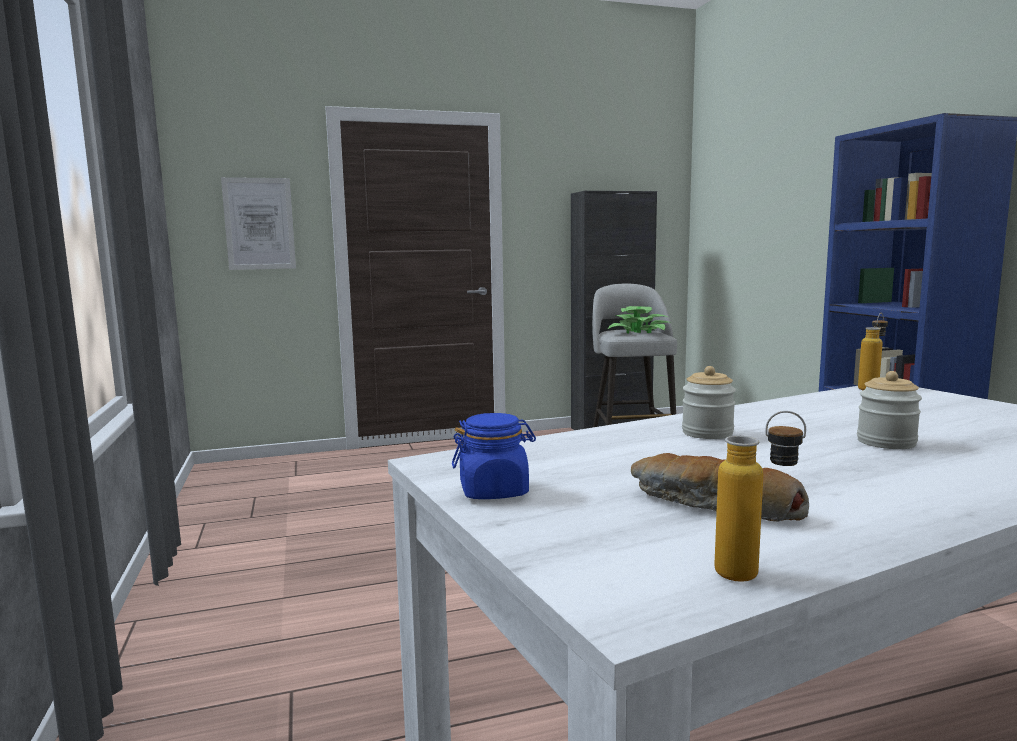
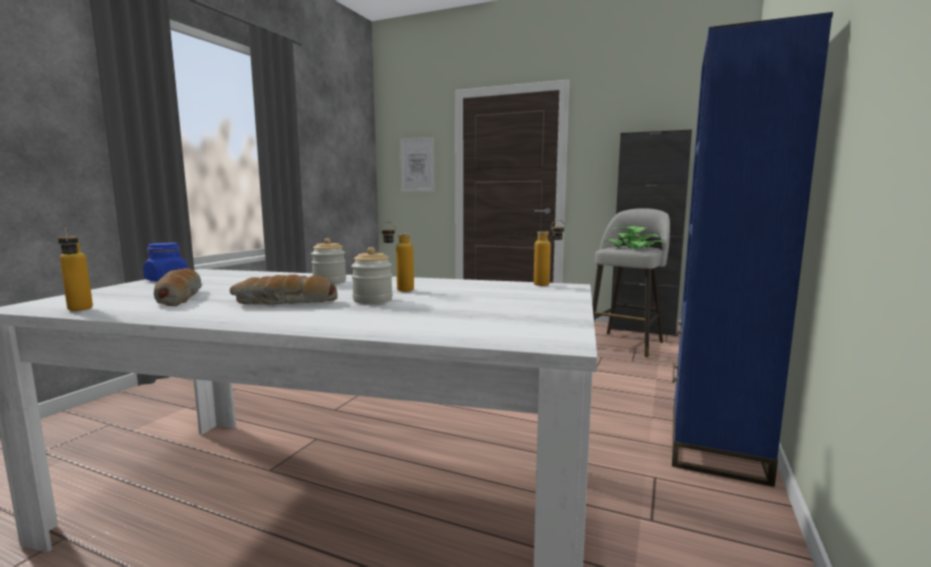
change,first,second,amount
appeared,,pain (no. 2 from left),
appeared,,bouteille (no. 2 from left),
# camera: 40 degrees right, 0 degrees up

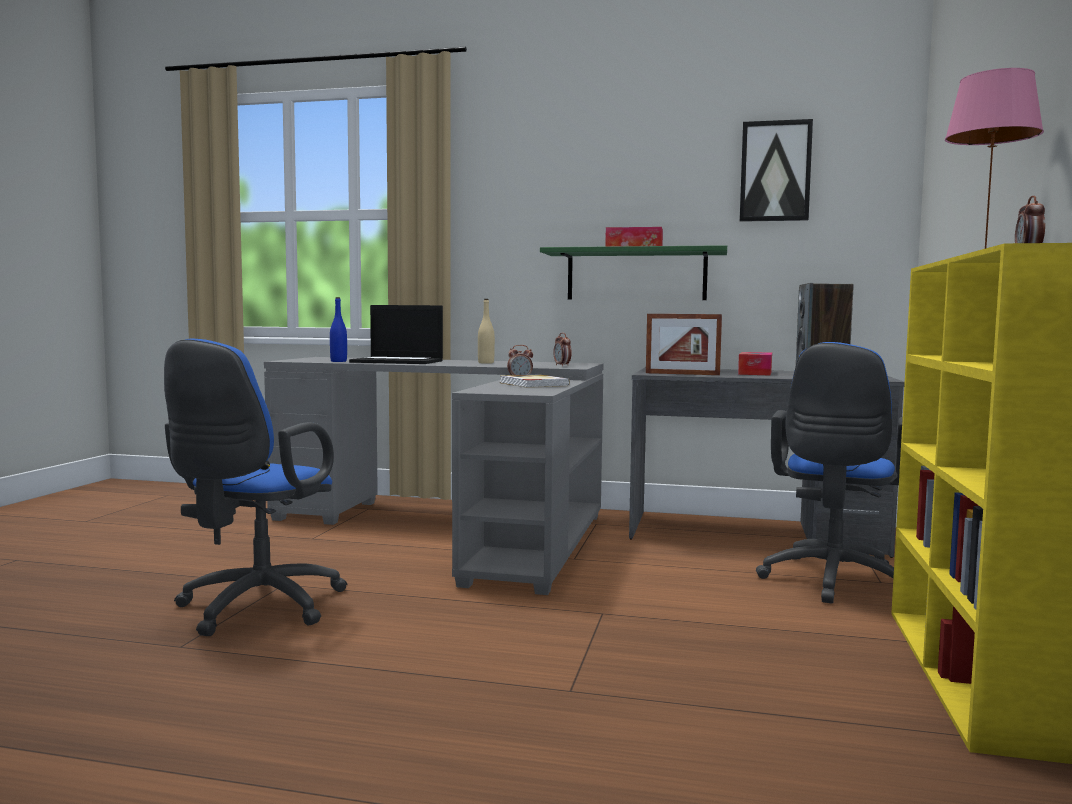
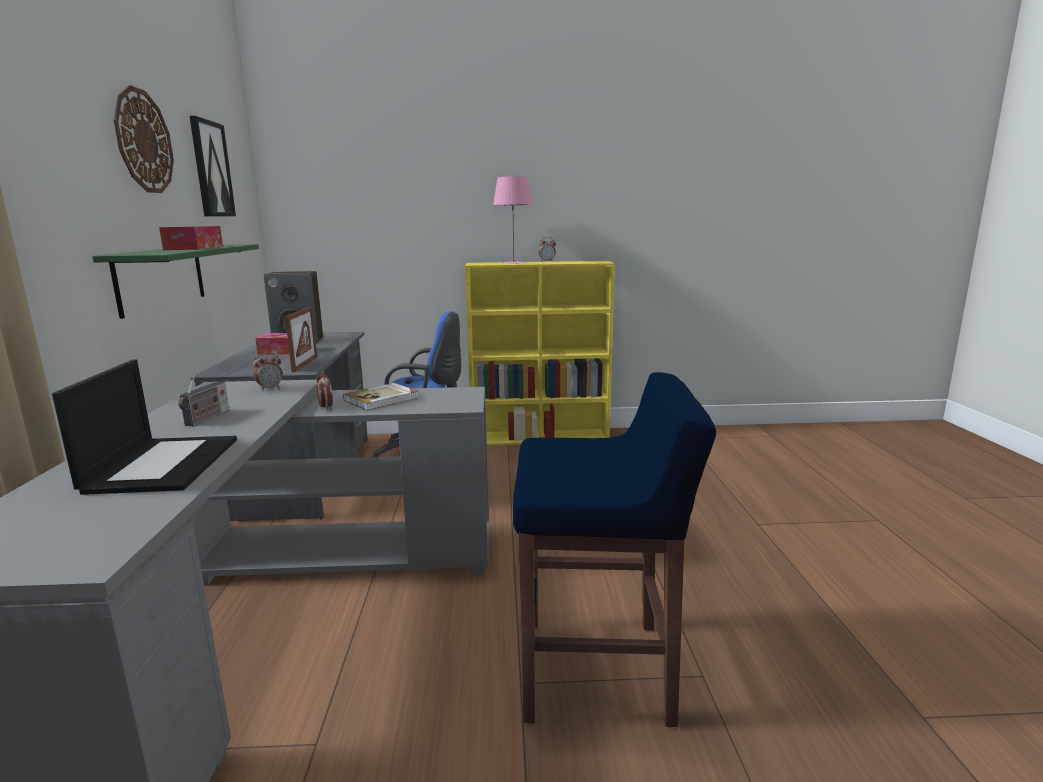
change,first,second,amount
appeared,,horloge murale,
exchanged,bouteille (beige),radio,
exchanged,chaise de bureau (bleu) (no. 1 from left),tabouret (bleu),
missing,bouteille (bleu),,
# camera: 105 degrees left, 10 degrees up

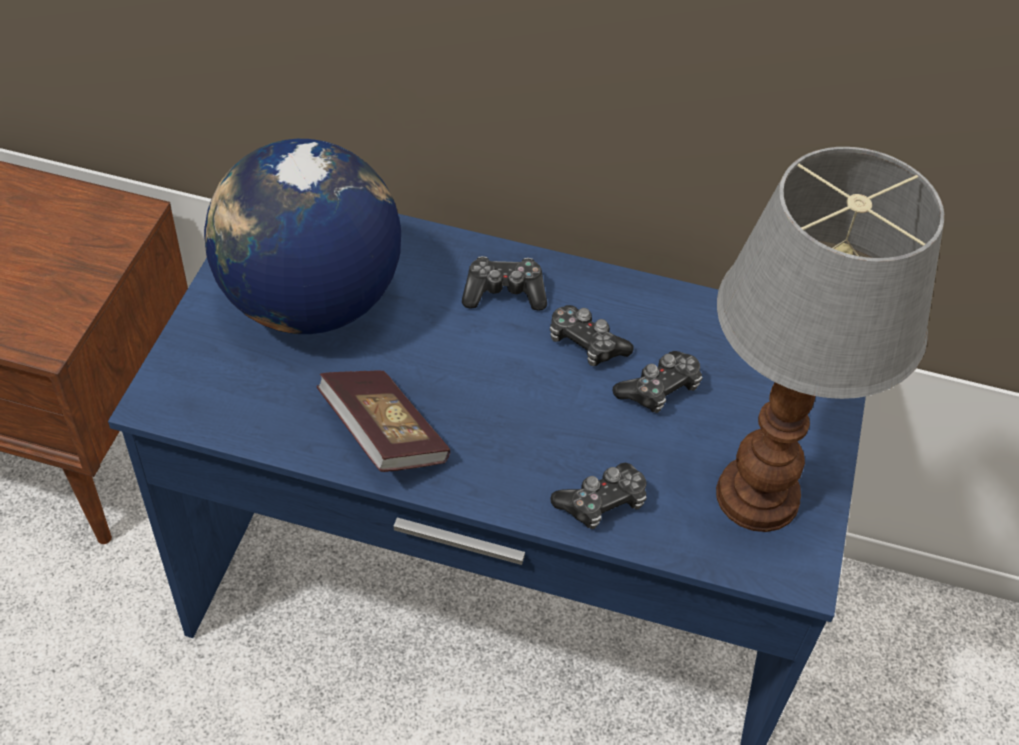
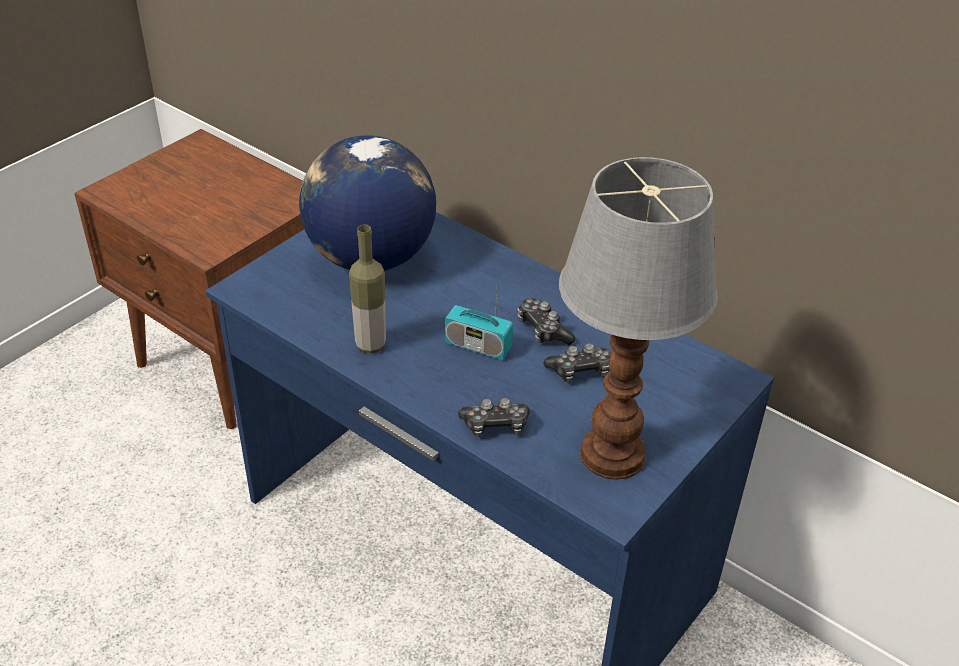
change,first,second,amount
exchanged,livre,bouteille,
appeared,,radio,
missing,manette (no. 1 from left),,
# camera: 25 degrees right, 10 degrees down

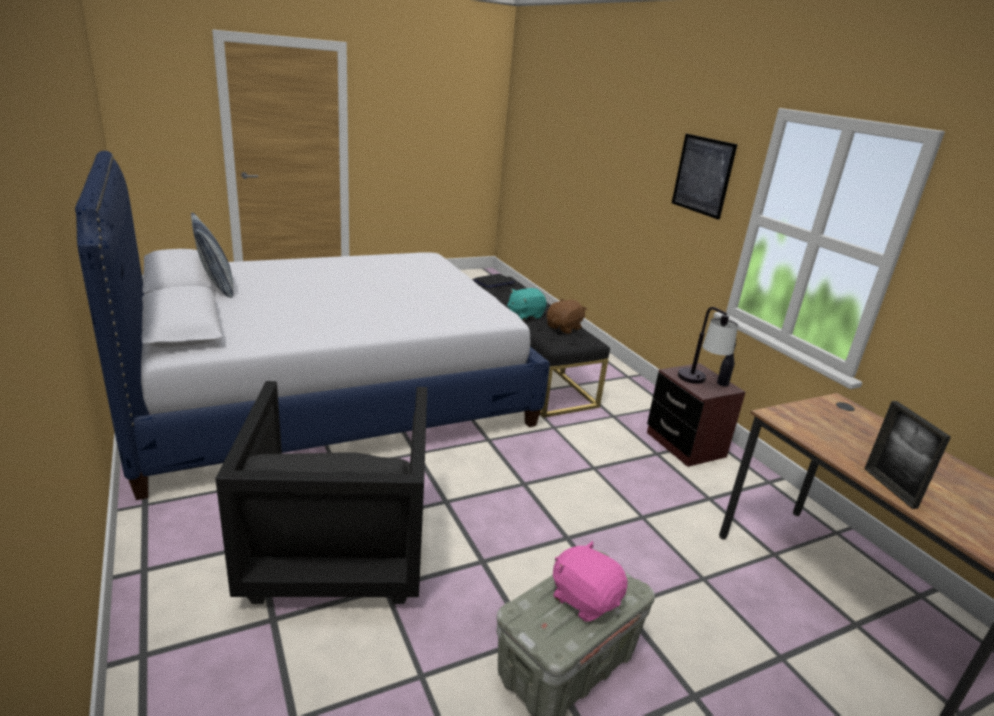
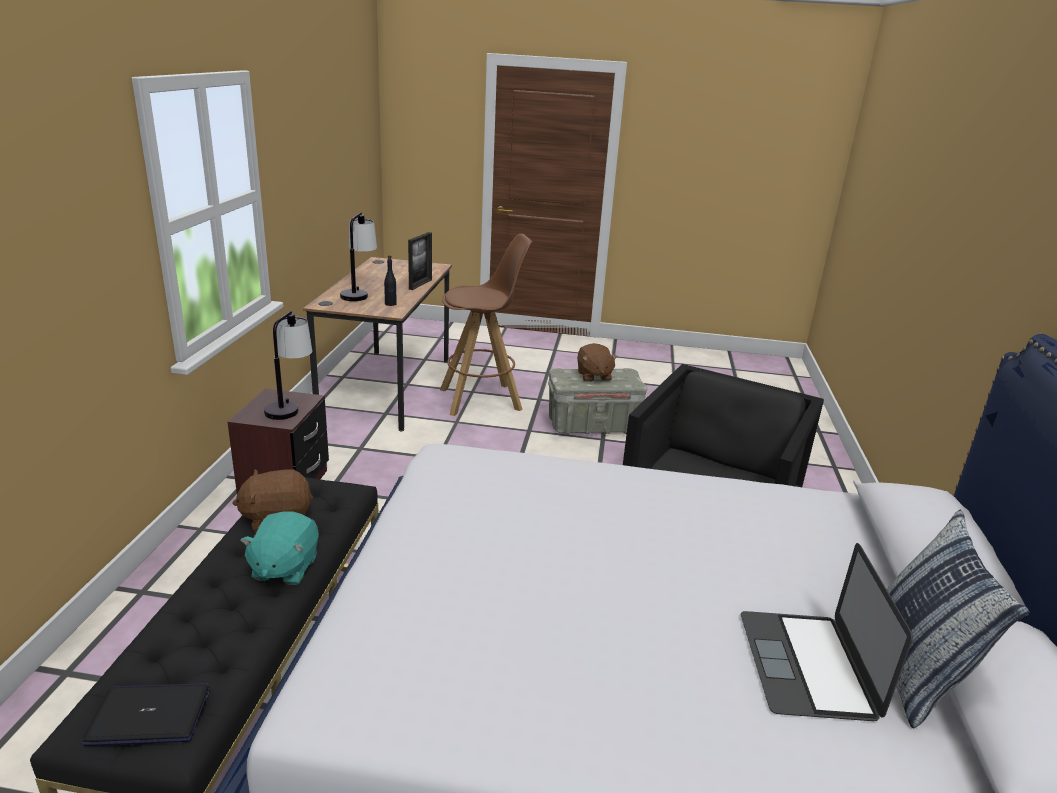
change,first,second,amount
spun,peluche (turquoise),,90 degrees clockwise
appeared,,lampe de table (no. 2 from left),
relocated,bouteille (noir),,
appeared,,tabouret (marron),
colour,peluche (rose),peluche (marron) (no. 2 from left),
appeared,,ordinateur portable (no. 2 from left),
missing,tableau,,
# camera: 145 degrees left, 0 degrees up

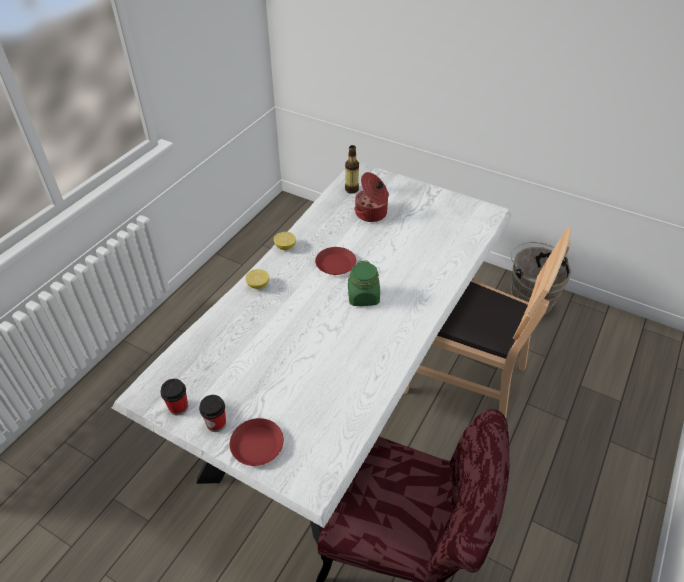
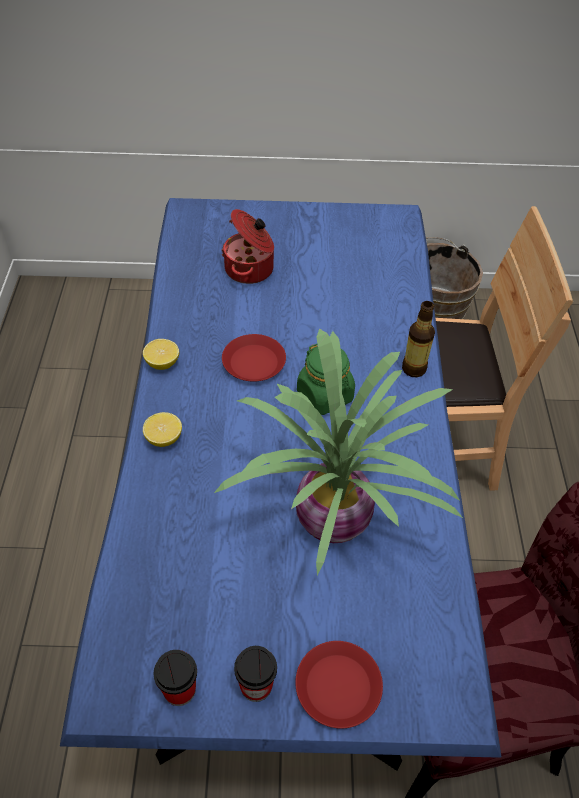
change,first,second,amount
colour,table à manger (blanc),table à manger (bleu),
appeared,,plante en pot,
relocated,bouteille,,
# camera: 30 degrees left, 5 degrees up

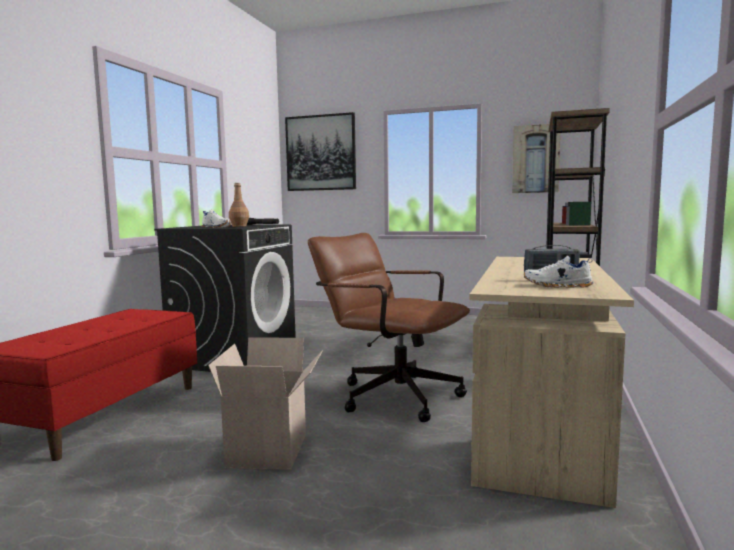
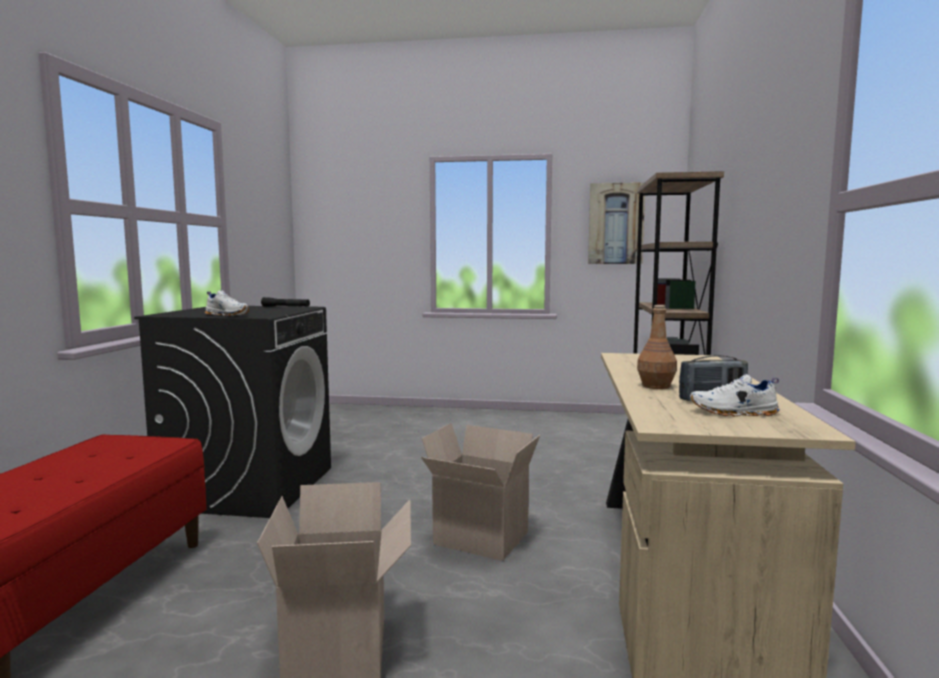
change,first,second,amount
exchanged,chaise de bureau (marron),carton (no. 2 from left),
relocated,bouteille (marron),,
missing,tableau (no. 1 from left),,
# camera: 10 degrees left, 0 degrees up

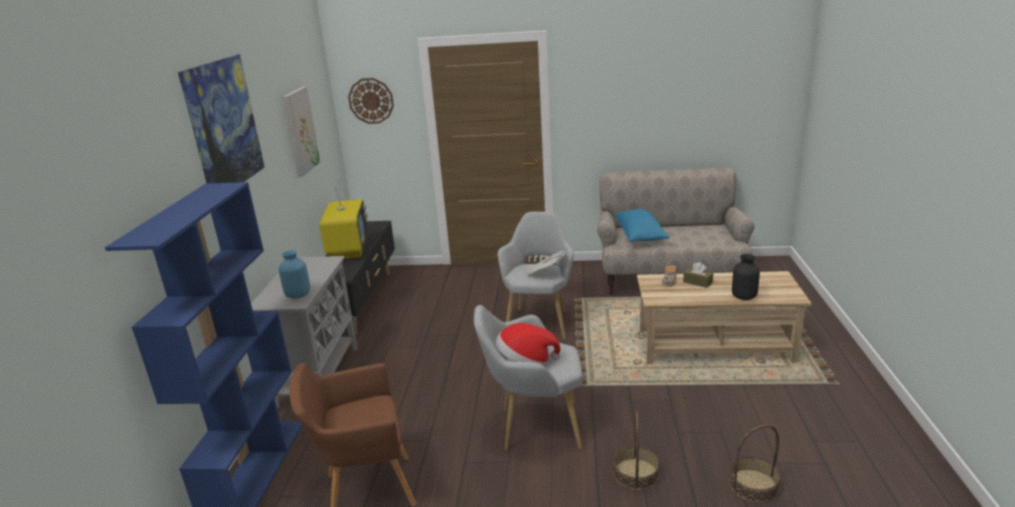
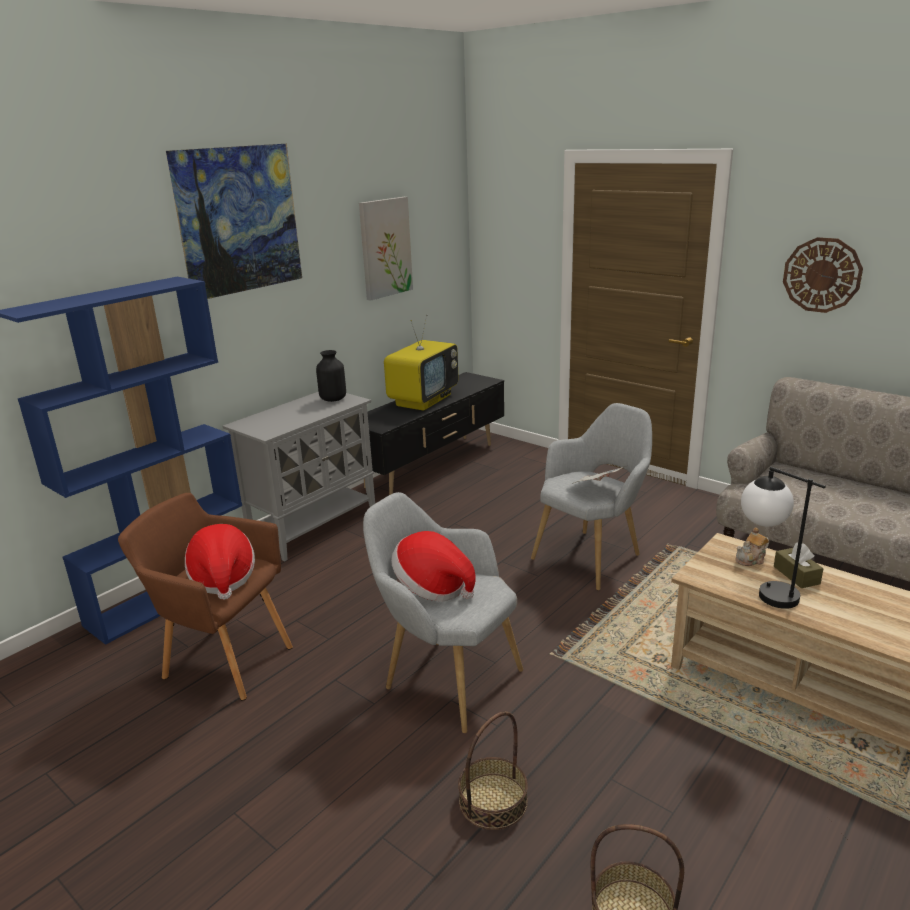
change,first,second,amount
appeared,,chapeau (no. 1 from left),
relocated,vase (noir),,
appeared,,lampe de table,
relocated,horloge murale,,
missing,vase (bleu),,
missing,coussin (bleu),,
# camera: 35 degrees right, 0 degrees up

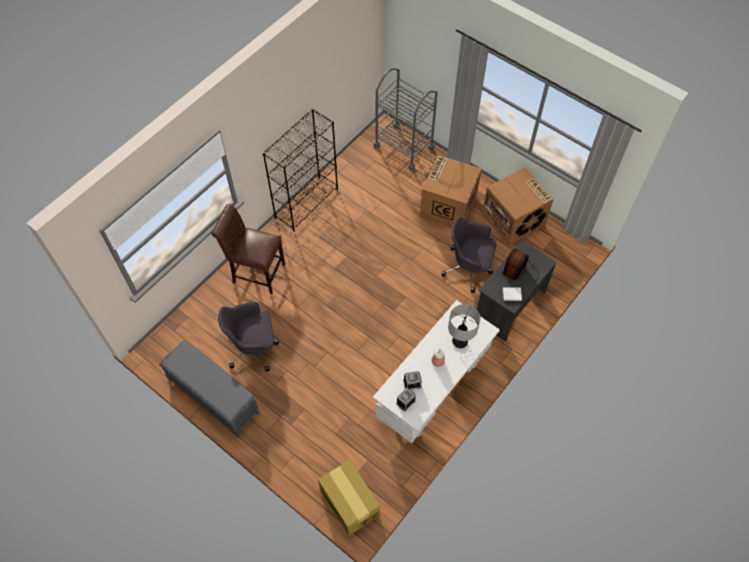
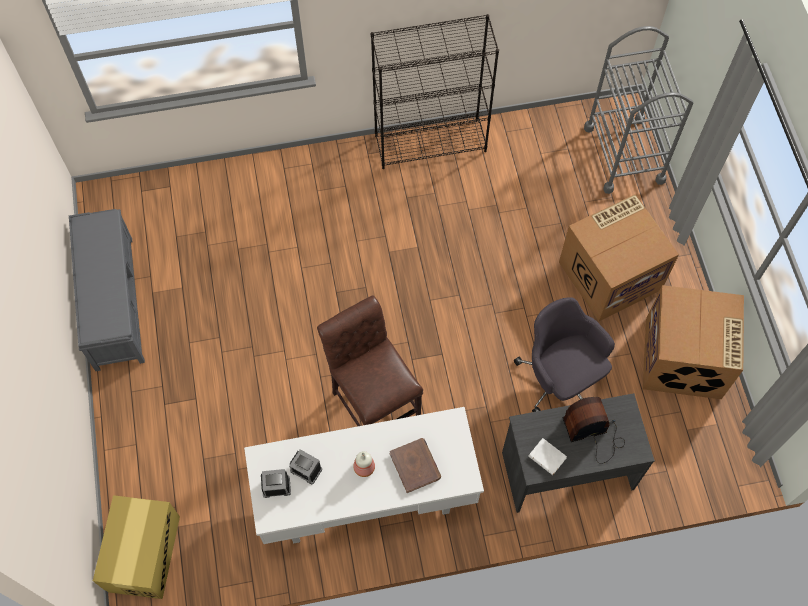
change,first,second,amount
relocated,chaise (marron),,
exchanged,lampe de table,livre (marron),
missing,chaise de bureau (gris) (no. 1 from left),,
# camera: 40 degrees right, 5 degrees up

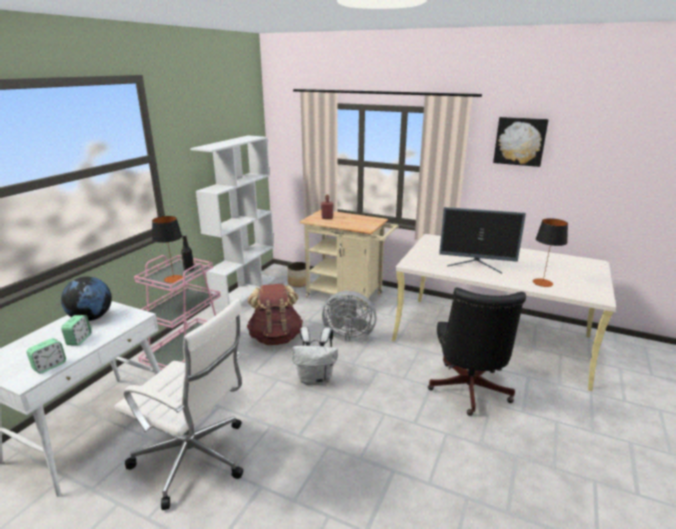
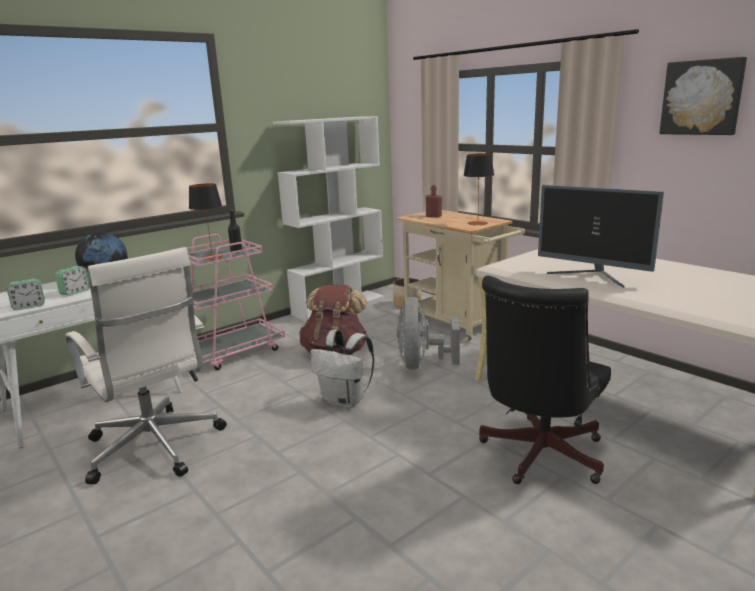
change,first,second,amount
spun,ventilateur (gris),,60 degrees clockwise
relocated,lampe de table (no. 2 from left),,
# camera: 25 degrees right, 5 degrees down

